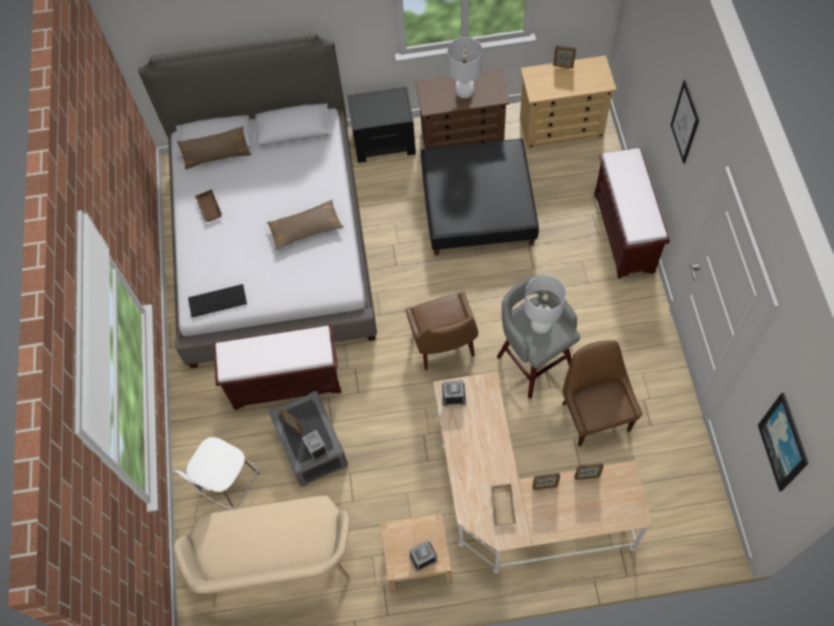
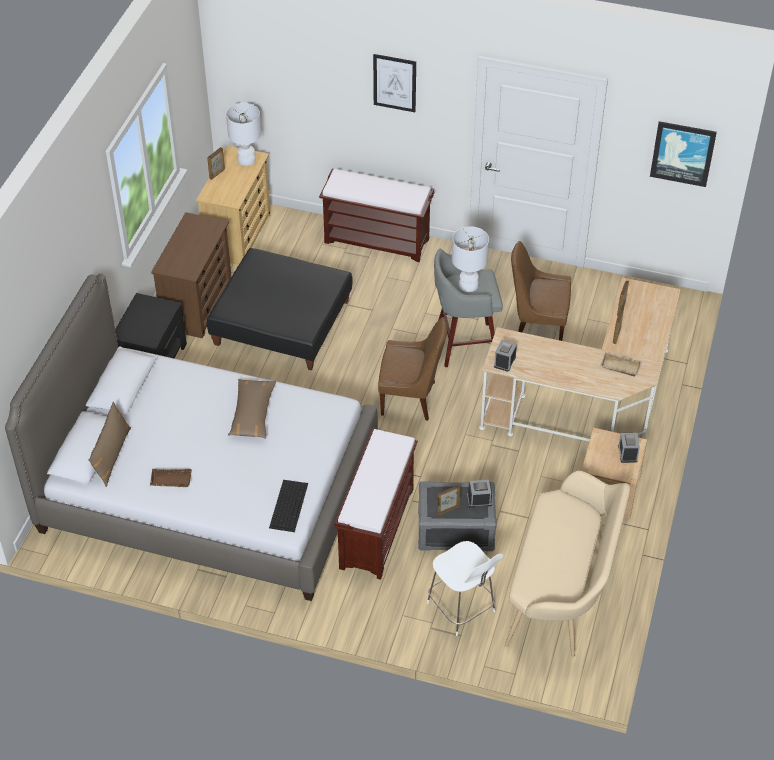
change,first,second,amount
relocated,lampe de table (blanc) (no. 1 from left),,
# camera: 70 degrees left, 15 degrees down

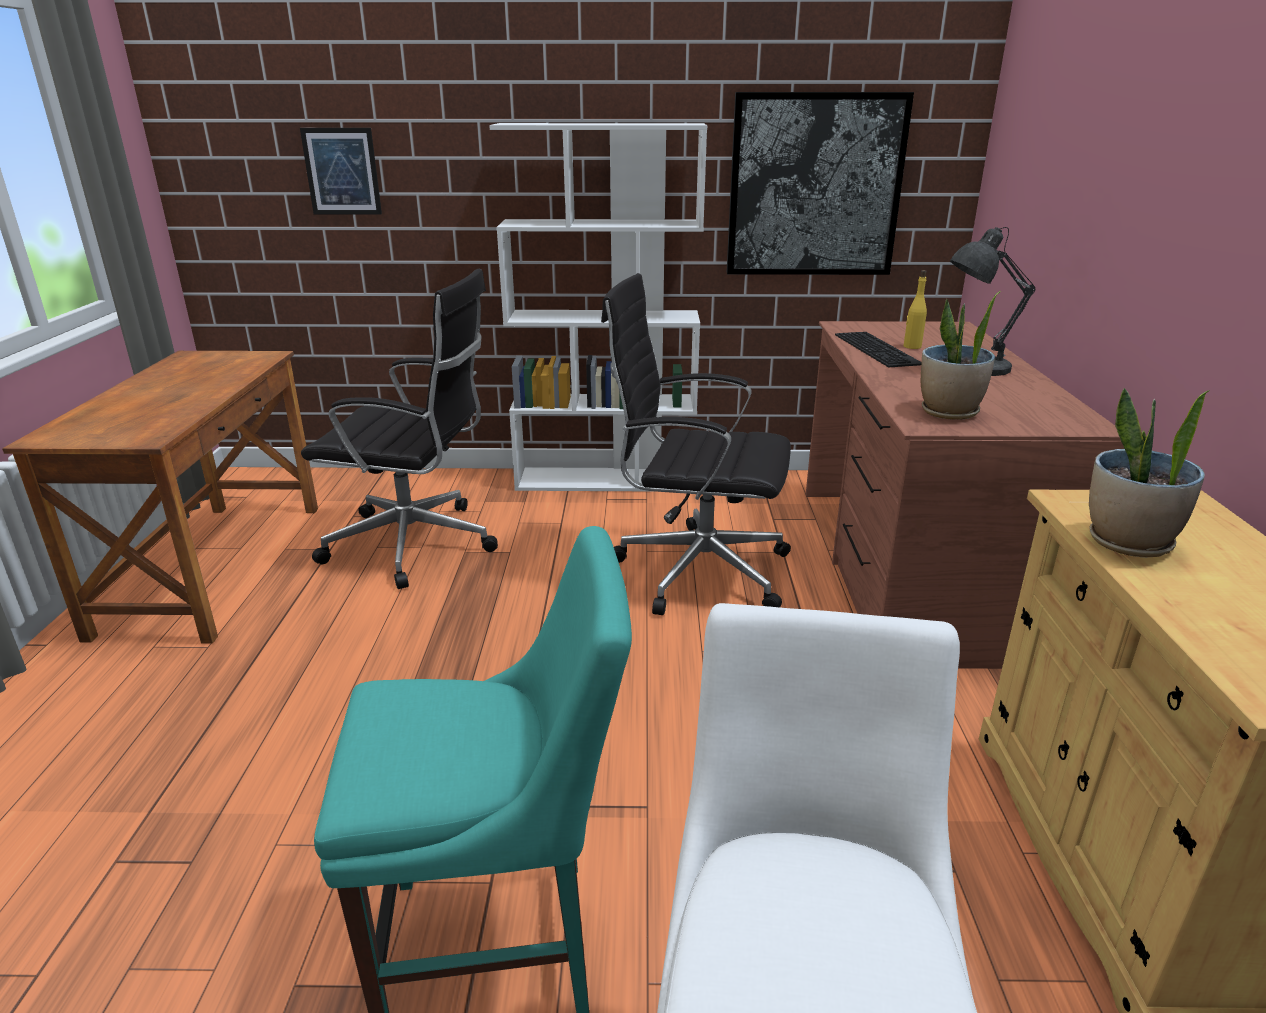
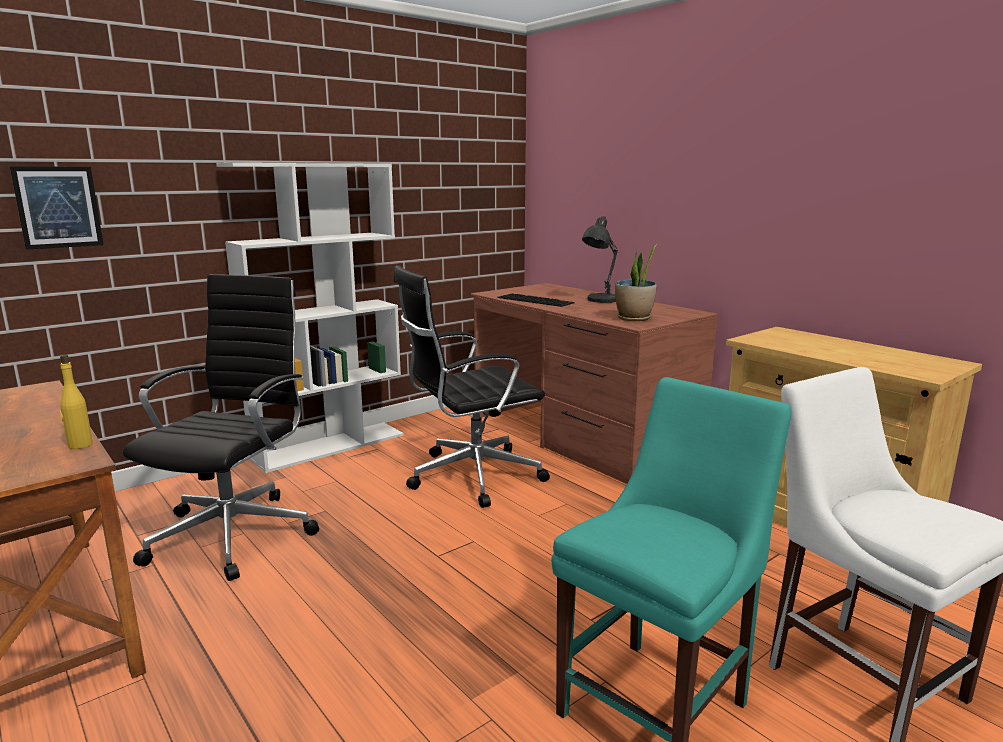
change,first,second,amount
relocated,bouteille (jaune),,
spun,chaise de bureau (noir) (no. 1 from left),,45 degrees counterclockwise
missing,tableau (no. 2 from left),,
missing,plante en pot (no. 2 from left),,
# camera: 40 degrees left, 10 degrees down

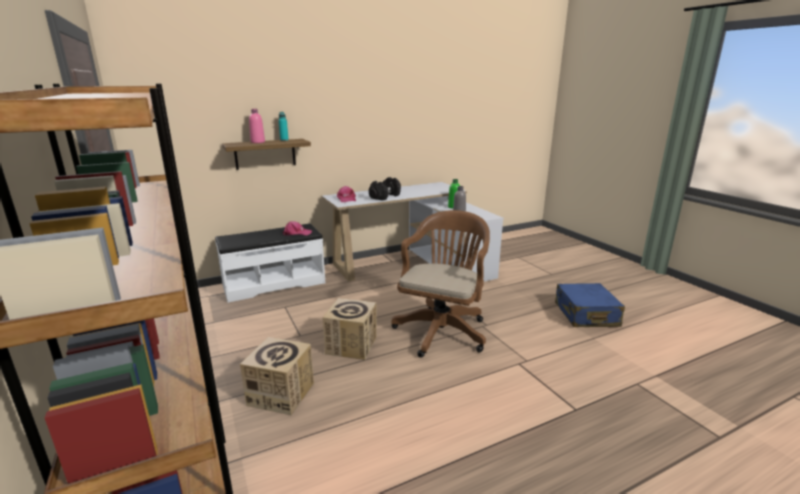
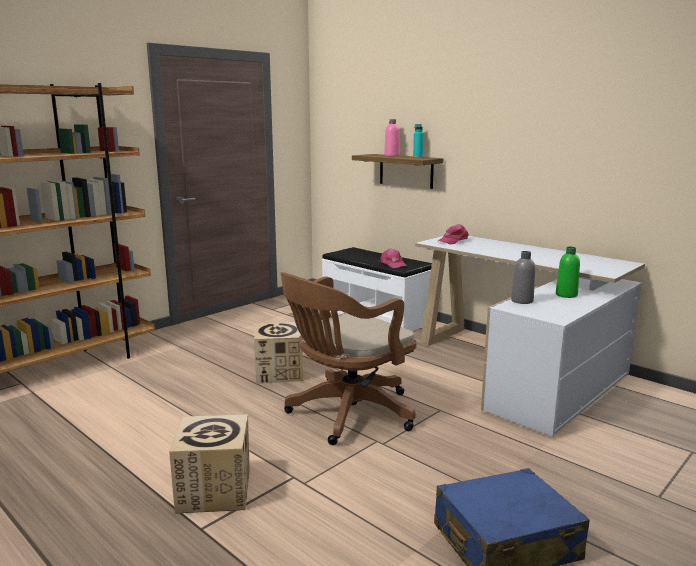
change,first,second,amount
relocated,carton (no. 1 from left),,
spun,chaise de bureau (marron),,135 degrees clockwise
missing,haltère (noir),,
# camera: 70 degrees right, 5 degrees down

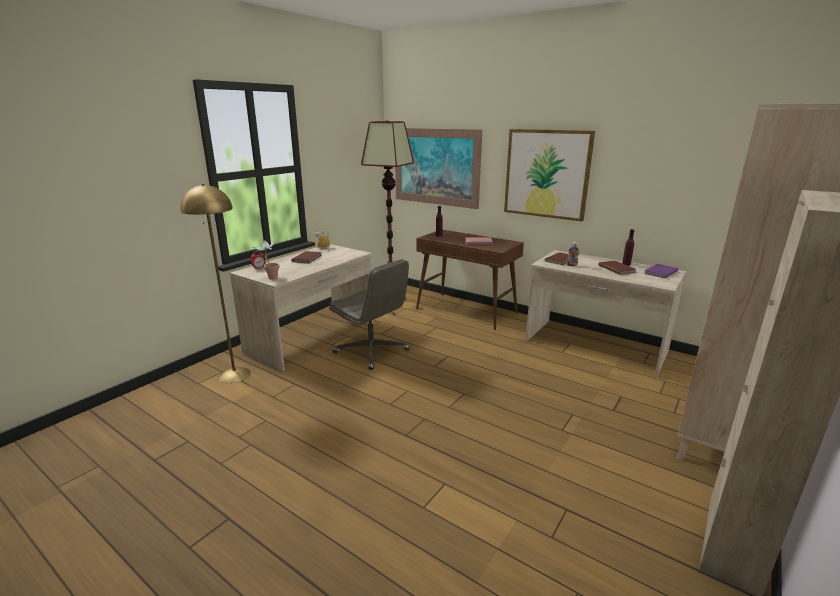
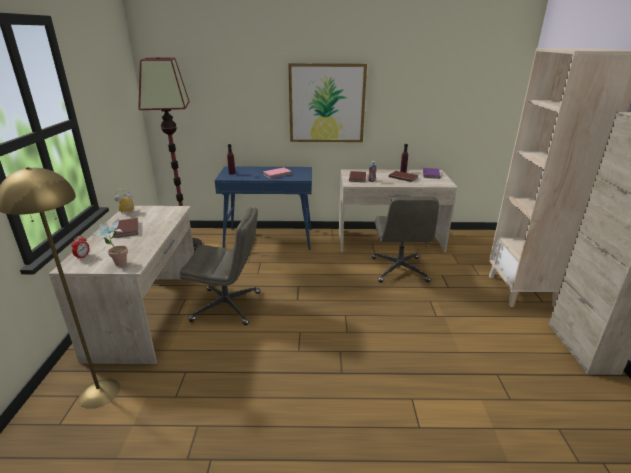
change,first,second,amount
colour,table console (marron),table console (bleu),
appeared,,chaise de bureau (gris) (no. 2 from left),
missing,tableau (no. 1 from left),,
# camera: 35 degrees left, 5 degrees up

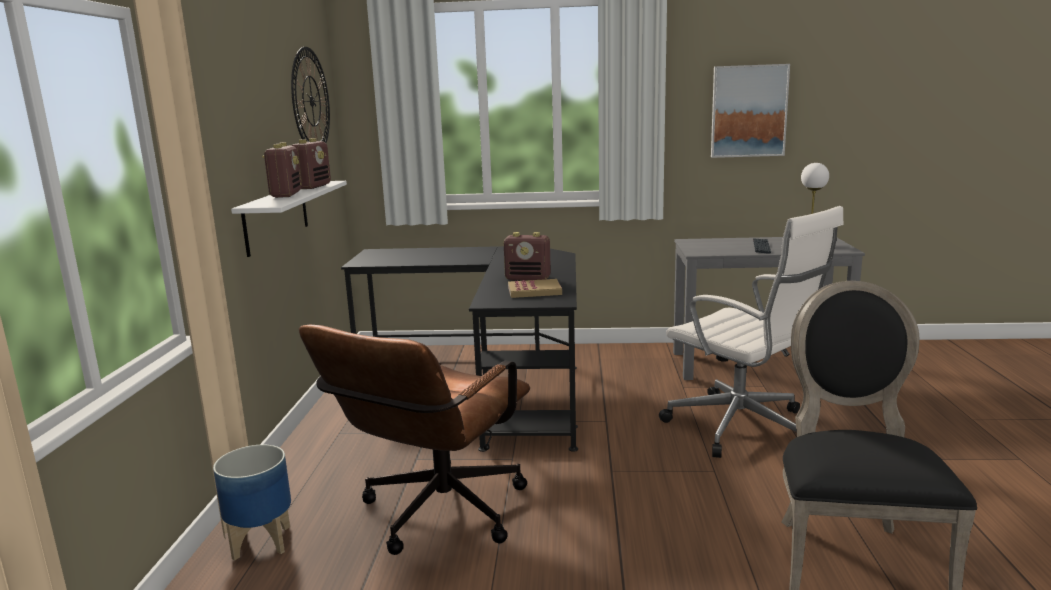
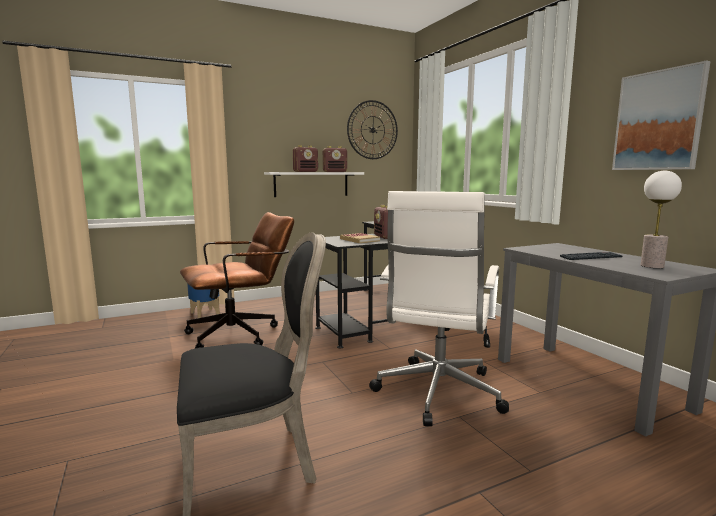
change,first,second,amount
spun,chaise de bureau (marron),,150 degrees clockwise
# camera: 60 degrees right, 5 degrees down

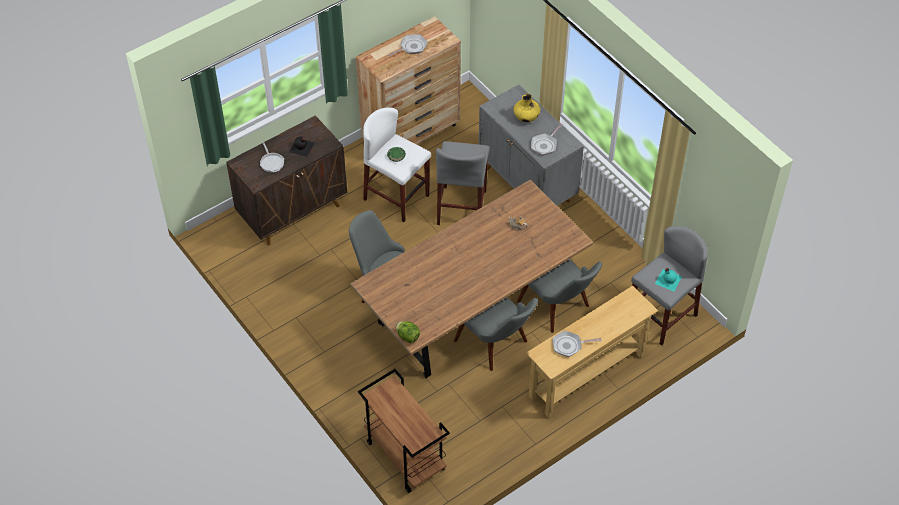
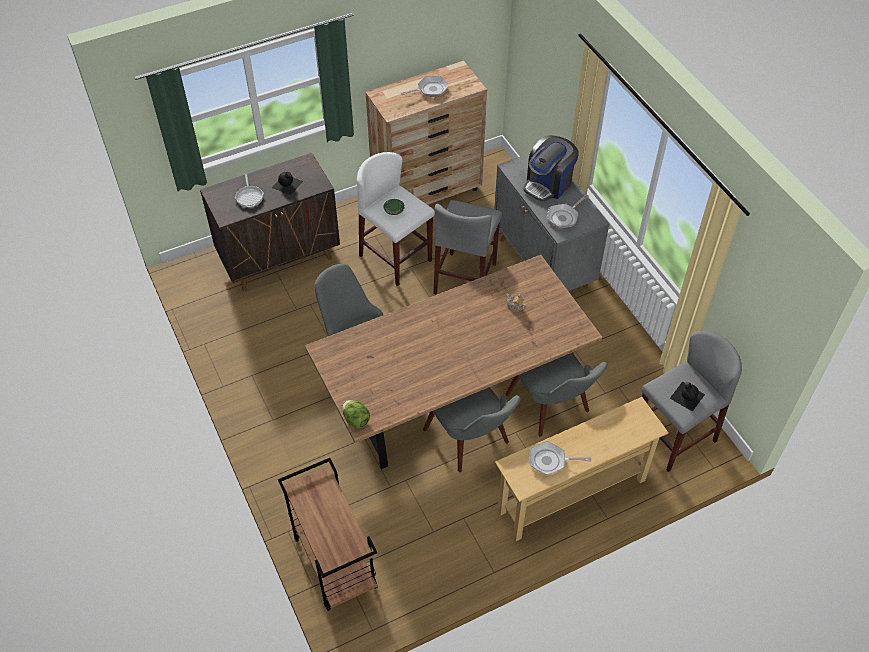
change,first,second,amount
exchanged,vase (jaune),machine à café,
colour,bouteille (turquoise),bouteille (noir) (no. 2 from left),
# camera: 10 degrees right, 0 degrees up

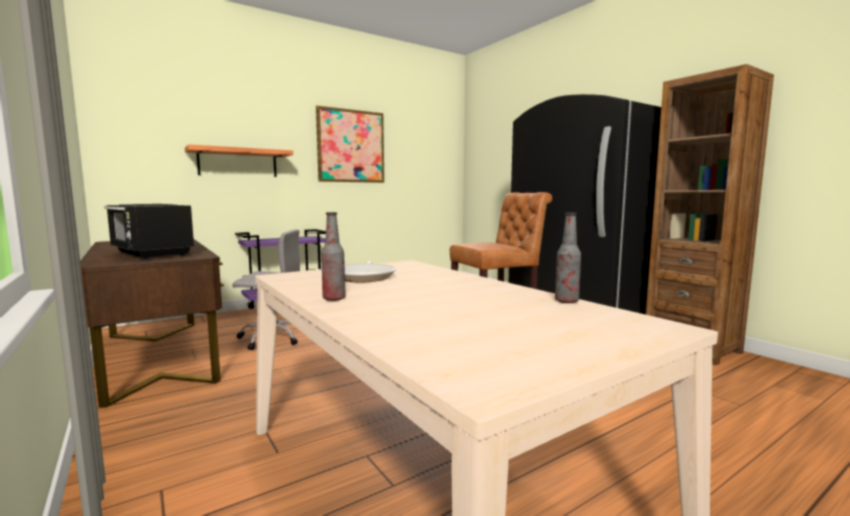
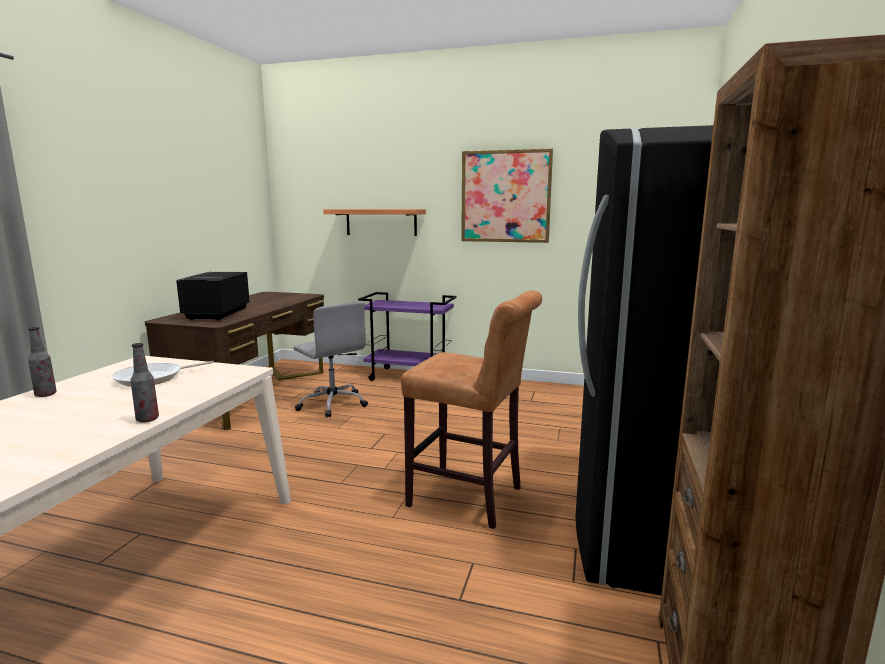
change,first,second,amount
relocated,bouteille (no. 2 from left),,
# camera: 50 degrees right, 5 degrees up

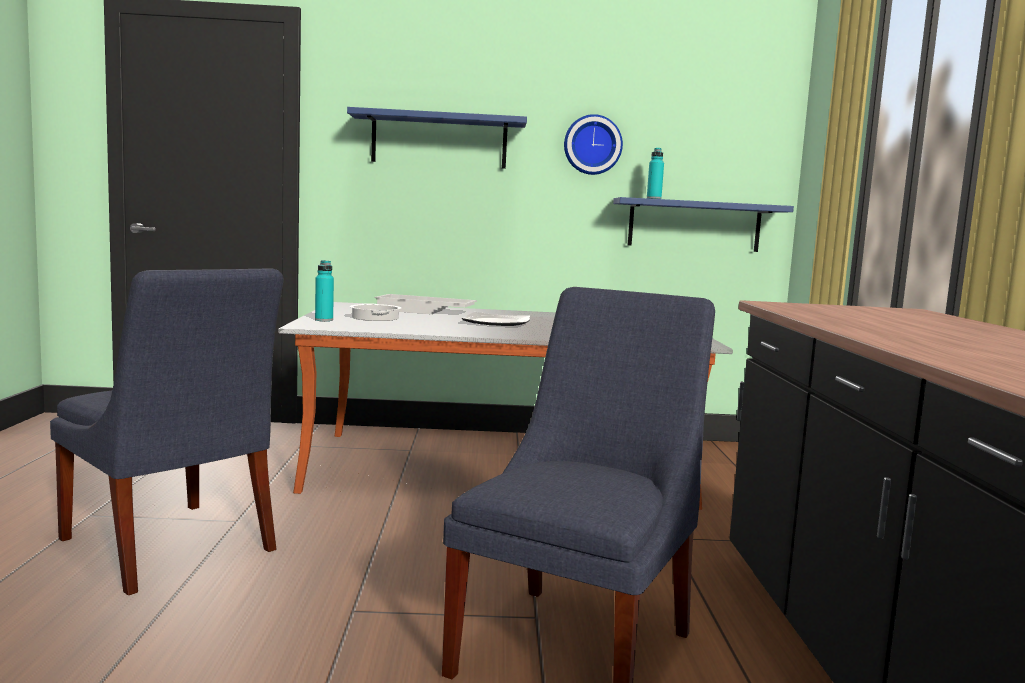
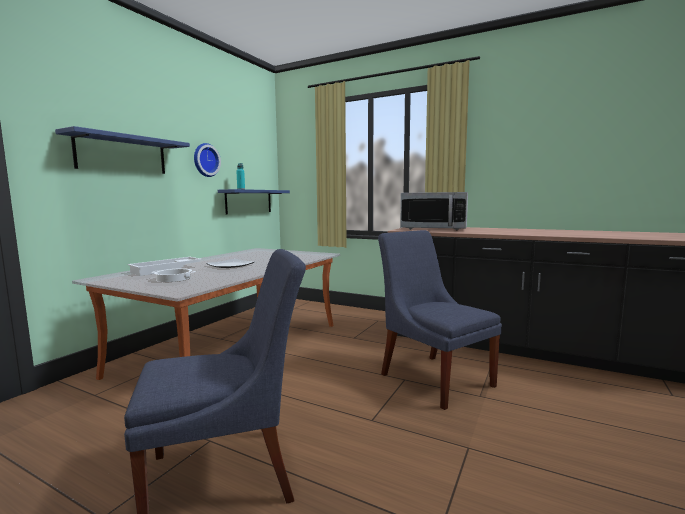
change,first,second,amount
appeared,,micro-ondes,
missing,bouteille (turquoise) (no. 1 from left),,
# camera: 60 degrees left, 0 degrees up

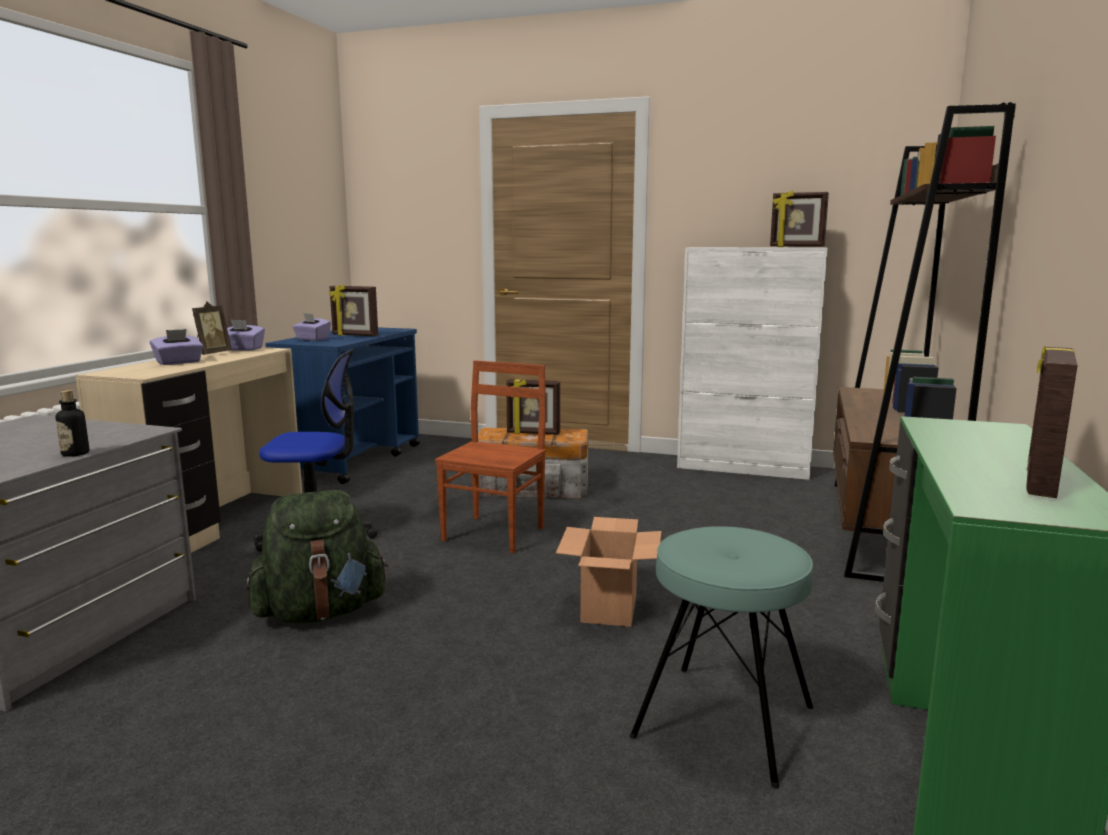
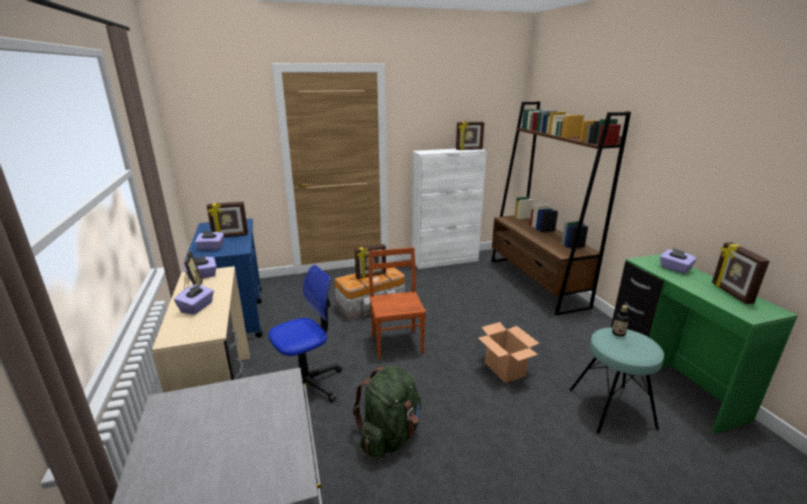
change,first,second,amount
relocated,bouteille,,
appeared,,boîte à mouchoirs (violet) (no. 4 from left),
# camera: 35 degrees left, 10 degrees up

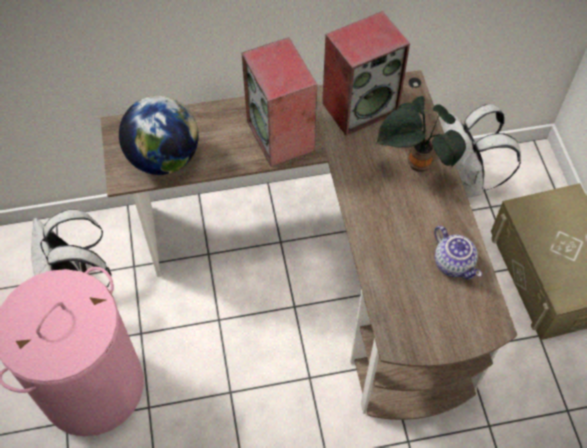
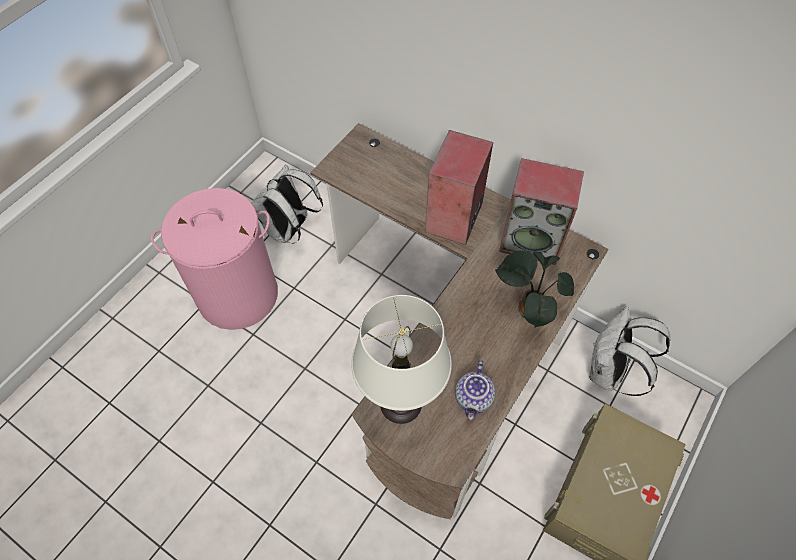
change,first,second,amount
appeared,,lampe de table (blanc),
missing,globe,,
# camera: 45 degrees right, 0 degrees up

